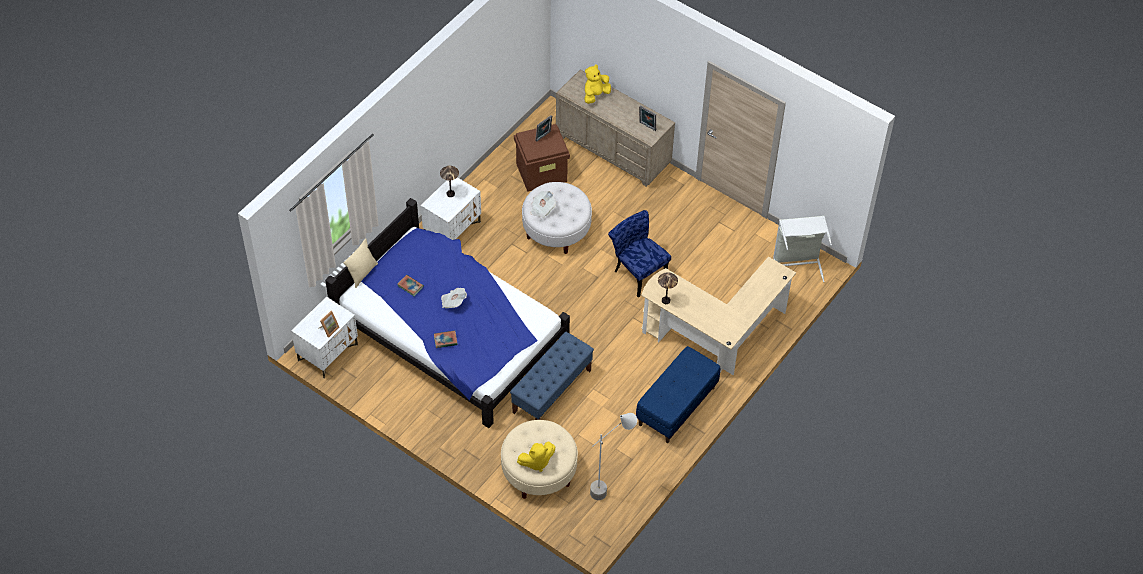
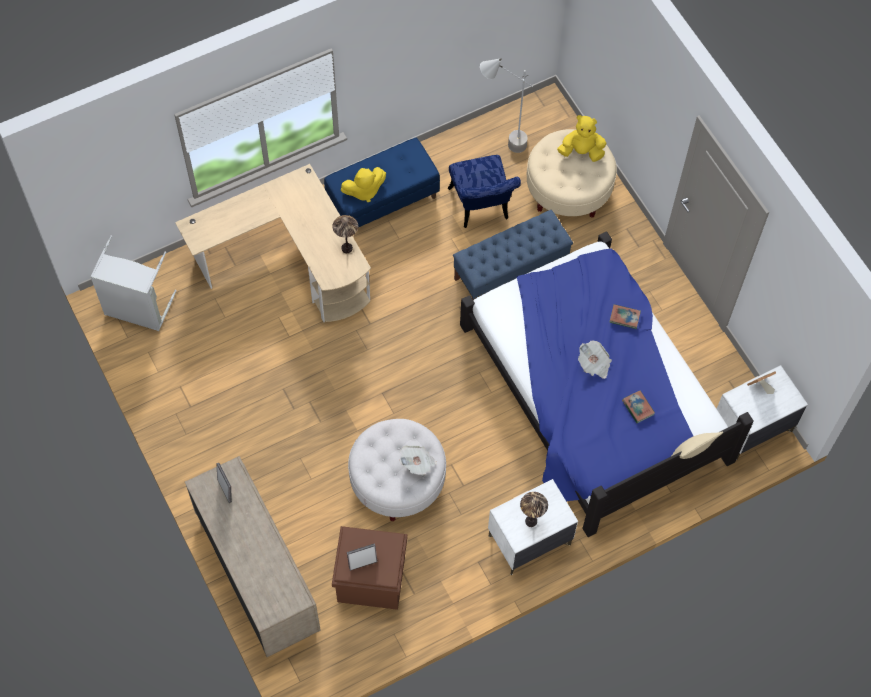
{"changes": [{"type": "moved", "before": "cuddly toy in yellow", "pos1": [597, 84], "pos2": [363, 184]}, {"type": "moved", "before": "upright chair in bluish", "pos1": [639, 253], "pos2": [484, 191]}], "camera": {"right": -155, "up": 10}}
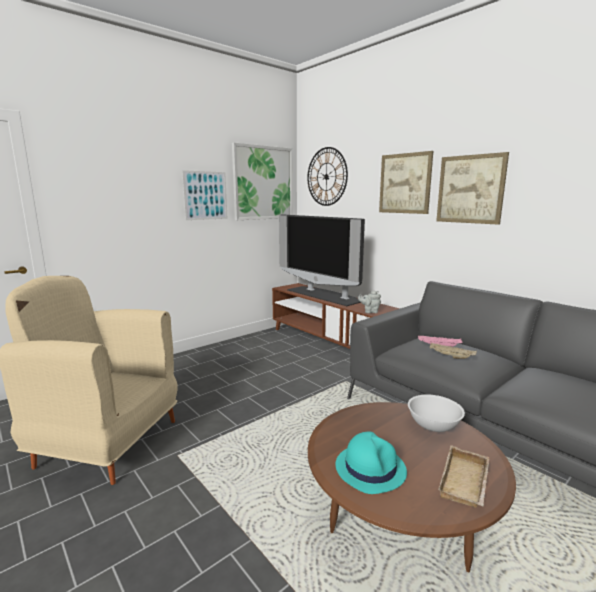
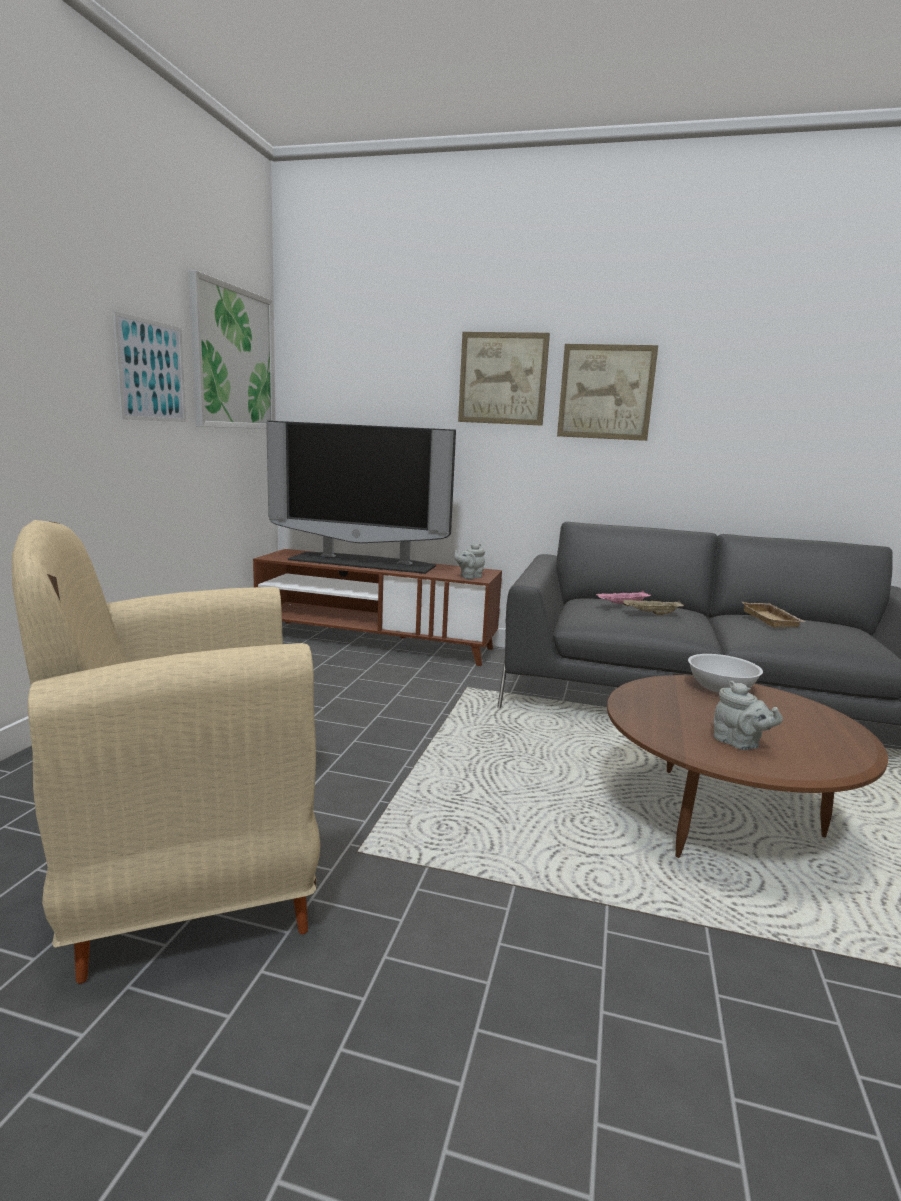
{"changes": [{"type": "replaced", "before": "wearable hat in blue-green", "after": "teapot in grey", "pos1": [371, 463], "pos2": [748, 715]}, {"type": "moved", "before": "carrying tray in beige-coloured", "pos1": [463, 476], "pos2": [773, 614]}, {"type": "removed", "before": "clock on the wall", "pos1": [327, 176]}], "camera": {"right": -35, "up": 0}}
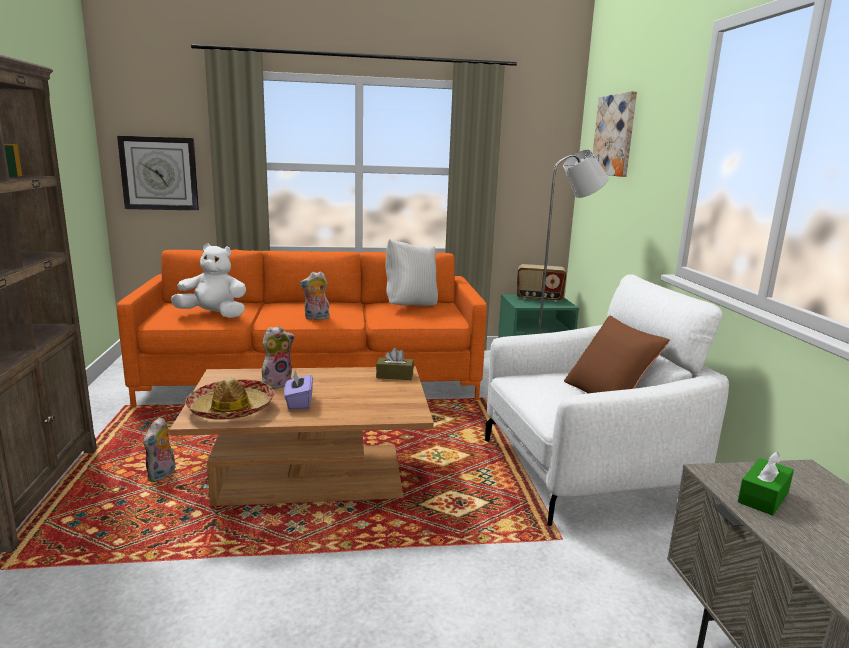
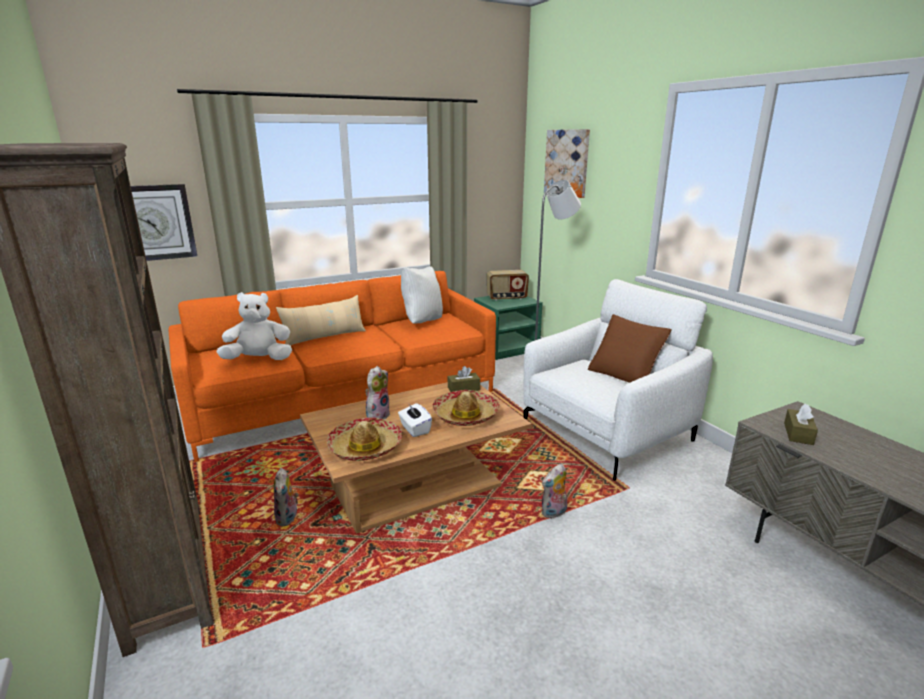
{"changes": [{"type": "added", "after": "throw pillow in beige-coloured", "pos2": [321, 320]}, {"type": "recoloured", "before": "tissue holder in purple", "after": "tissue holder in whitish", "pos1": [298, 390], "pos2": [415, 420]}, {"type": "added", "after": "wearable hat", "pos2": [466, 408]}, {"type": "moved", "before": "cuddly toy", "pos1": [315, 295], "pos2": [554, 491]}, {"type": "recoloured", "before": "tissue holder in green-coloured", "after": "tissue holder in brown-coloured", "pos1": [766, 483], "pos2": [801, 424]}], "camera": {"right": -20, "up": 5}}
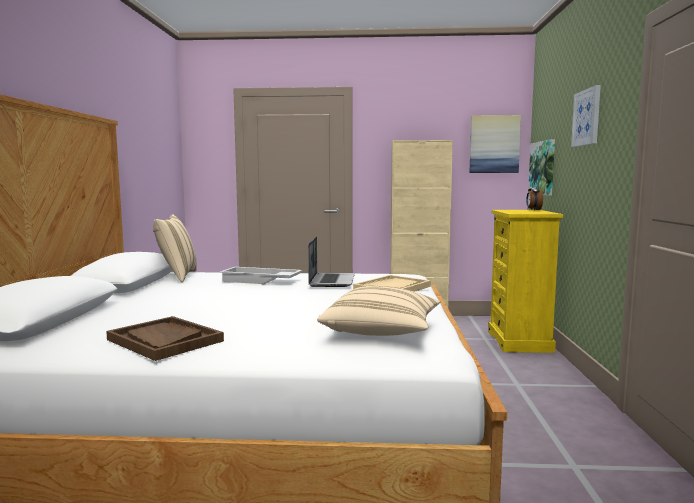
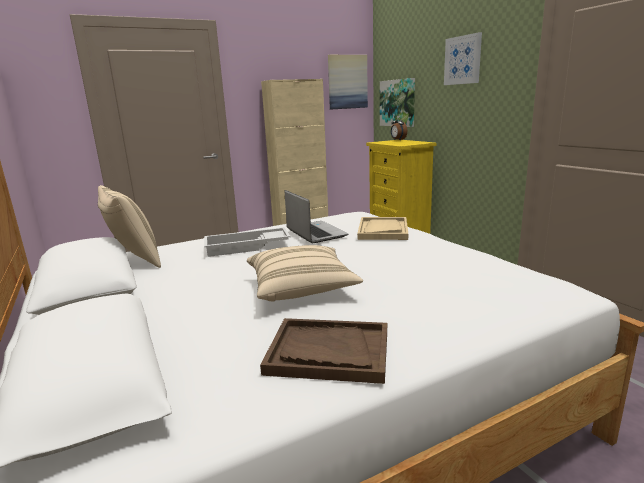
{"changes": [{"type": "moved", "before": "throw pillow in beige-coloured", "pos1": [378, 311], "pos2": [305, 273]}], "camera": {"right": -30, "up": 10}}
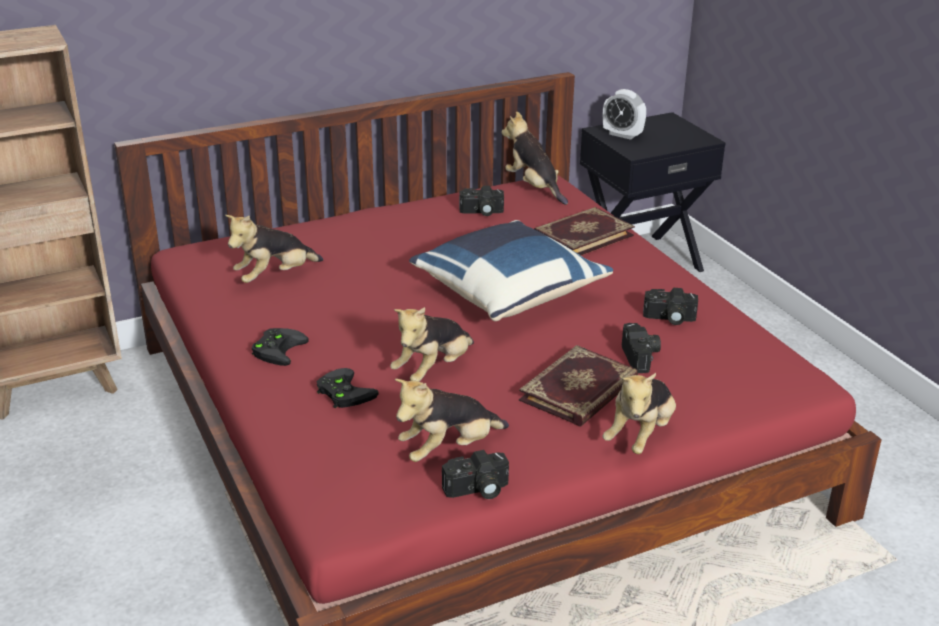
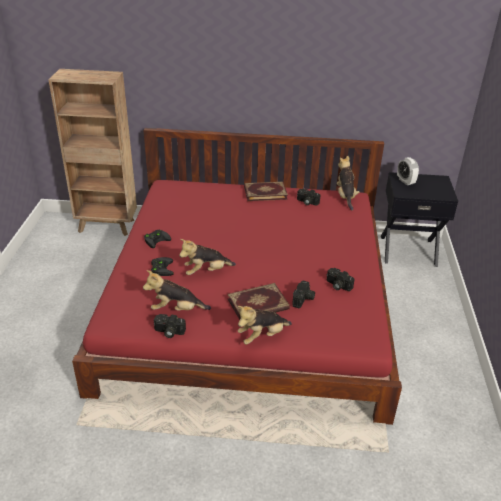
{"changes": [{"type": "moved", "before": "volume", "pos1": [584, 231], "pos2": [266, 191]}, {"type": "removed", "before": "cuddly toy", "pos1": [274, 249]}, {"type": "removed", "before": "throw pillow in bluish", "pos1": [511, 270]}], "camera": {"right": 30, "up": 5}}
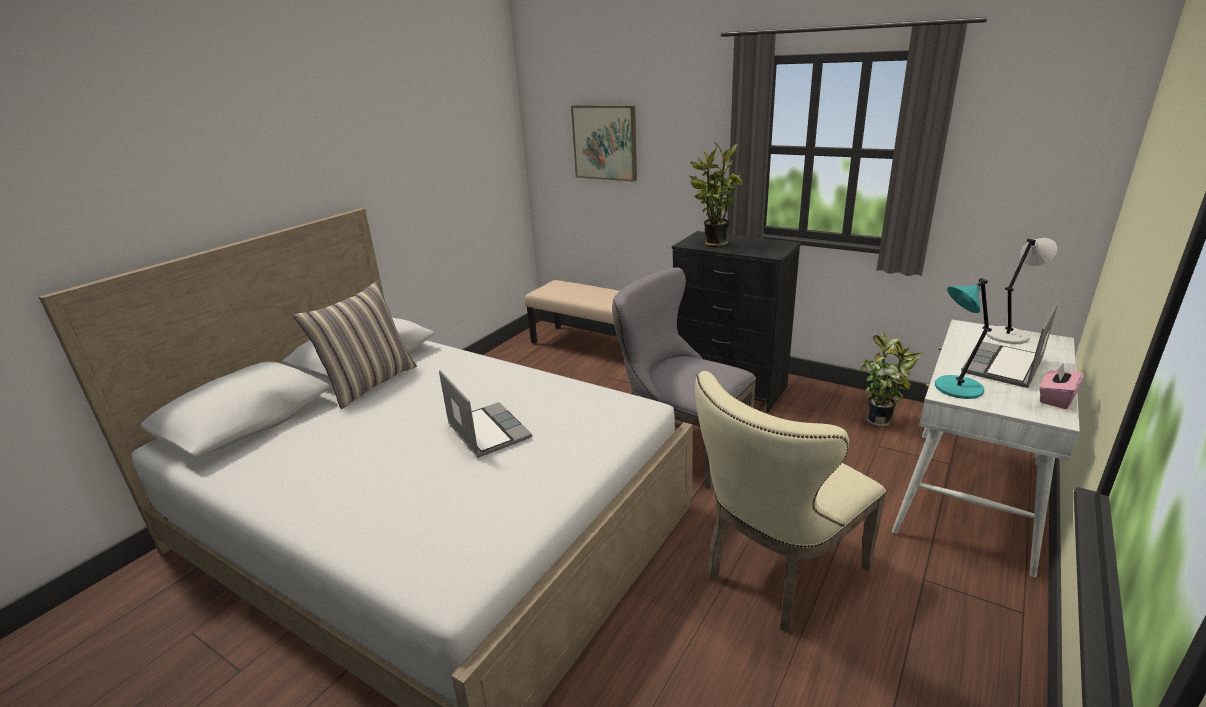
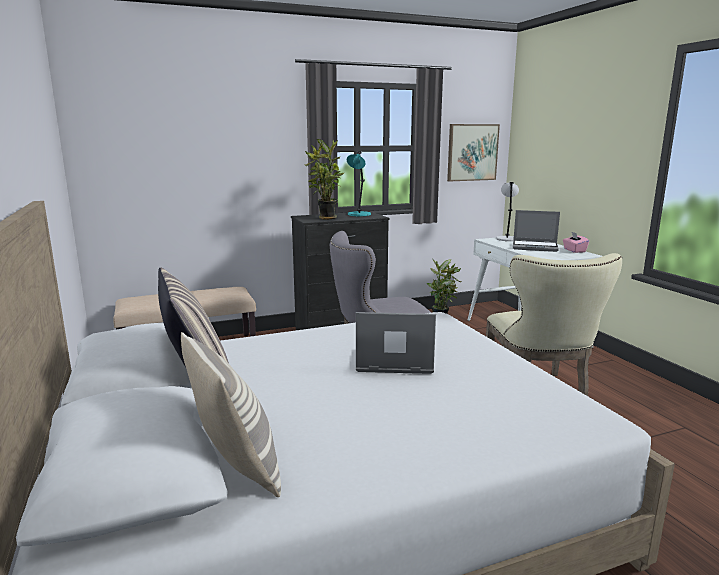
{"changes": [{"type": "added", "after": "throw pillow", "pos2": [231, 414]}, {"type": "moved", "before": "lamp for a table in blue-green", "pos1": [963, 338], "pos2": [359, 184]}, {"type": "moved", "before": "picture", "pos1": [604, 143], "pos2": [473, 153]}, {"type": "turned", "before": "notebook computer", "pos1": [1009, 345], "pos2": [536, 231], "turn": -60}], "camera": {"right": -55, "up": -10}}
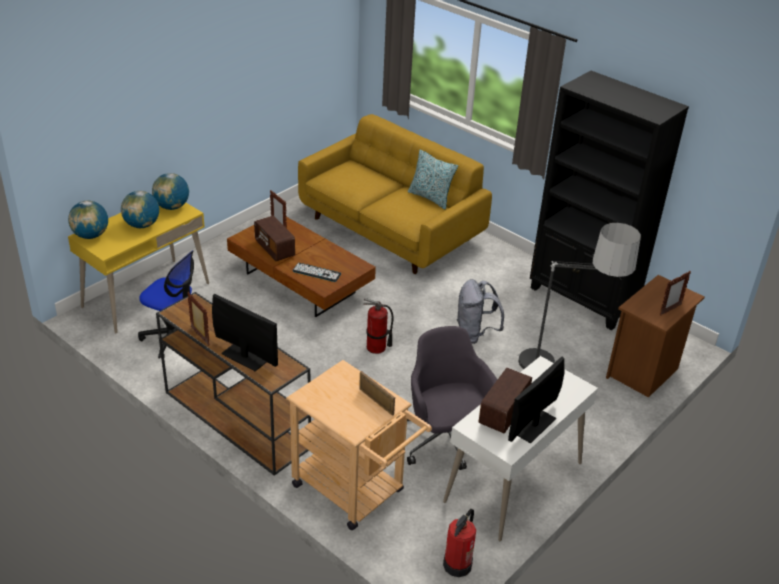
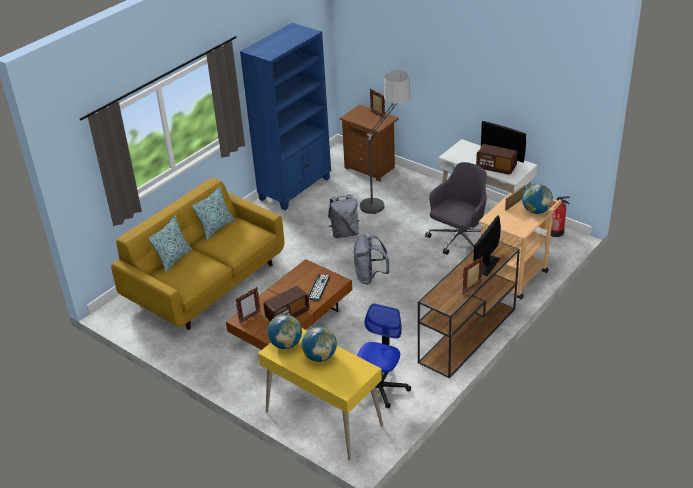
{"changes": [{"type": "added", "after": "throw pillow", "pos2": [170, 244]}, {"type": "recoloured", "before": "bookshelf in blackish", "after": "bookshelf in bluish", "pos1": [609, 200], "pos2": [285, 117]}, {"type": "replaced", "before": "fire-fighting cylinder", "after": "knapsack in grey", "pos1": [378, 326], "pos2": [372, 259]}, {"type": "turned", "before": "office chair in grey", "pos1": [452, 398], "pos2": [456, 208], "turn": 150}, {"type": "moved", "before": "globe", "pos1": [88, 220], "pos2": [537, 199]}], "camera": {"right": -90, "up": 0}}
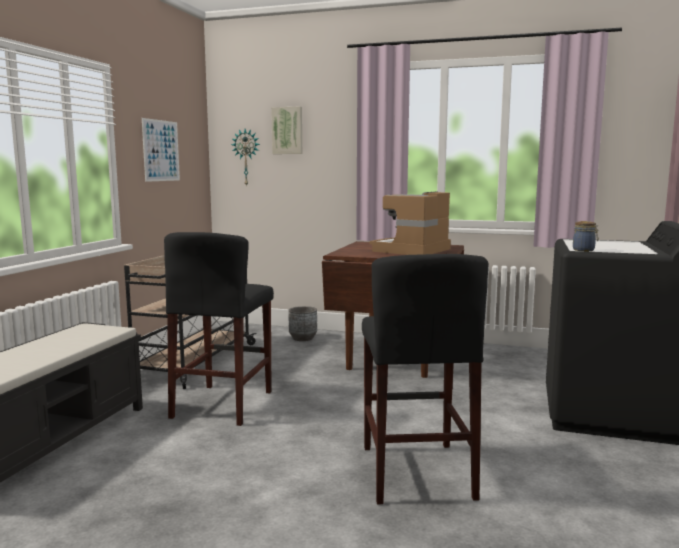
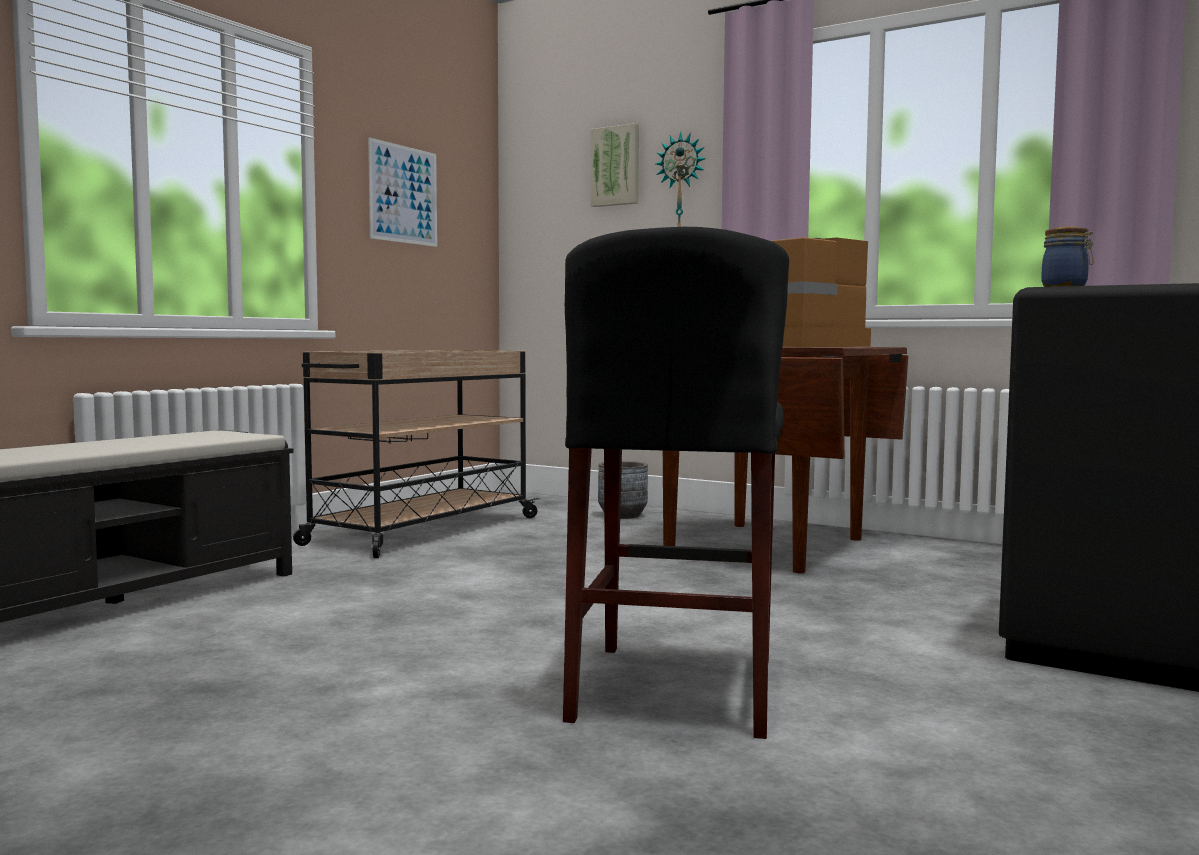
{"changes": [{"type": "moved", "before": "clock on the wall", "pos1": [245, 158], "pos2": [681, 179]}, {"type": "removed", "before": "sitting stool in blackish", "pos1": [219, 329]}], "camera": {"right": 15, "up": -5}}
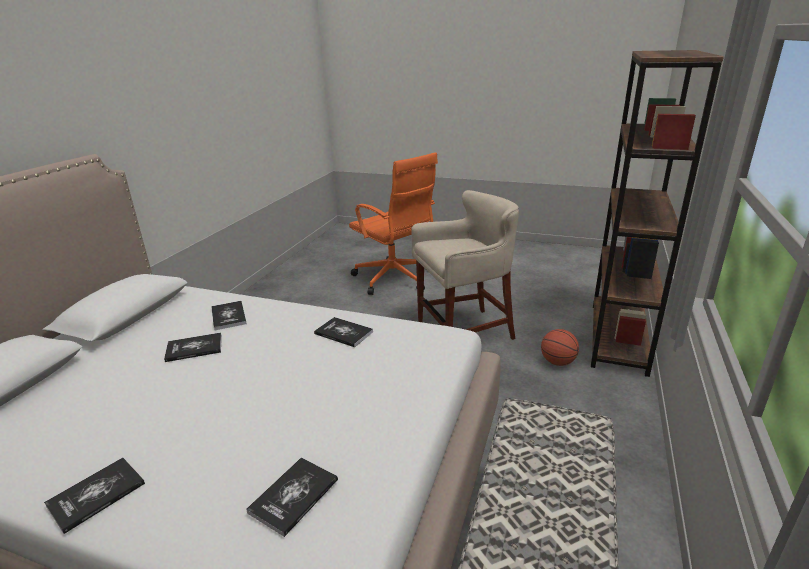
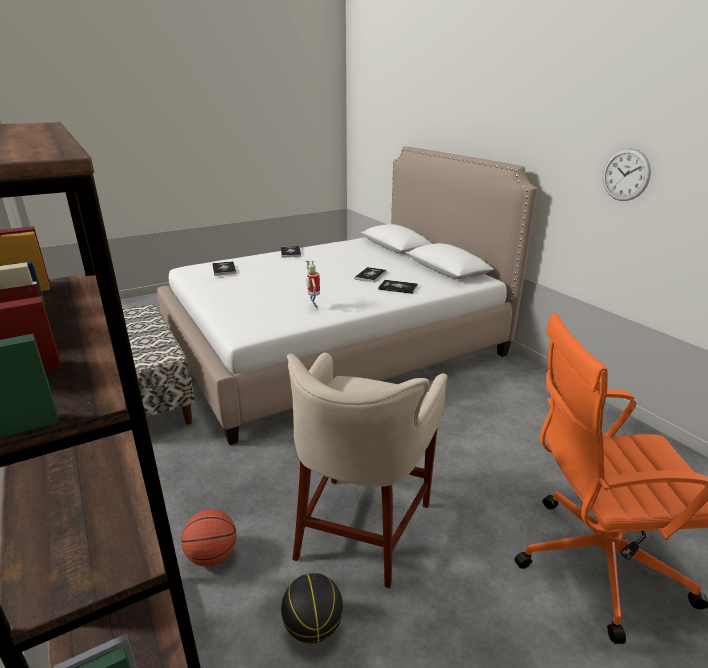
{"changes": [{"type": "added", "after": "ball for basketball", "pos2": [312, 608]}, {"type": "replaced", "before": "volume", "after": "robot figure", "pos1": [343, 332], "pos2": [312, 285]}, {"type": "added", "after": "clock on the wall", "pos2": [627, 174]}], "camera": {"right": 130, "up": 0}}
